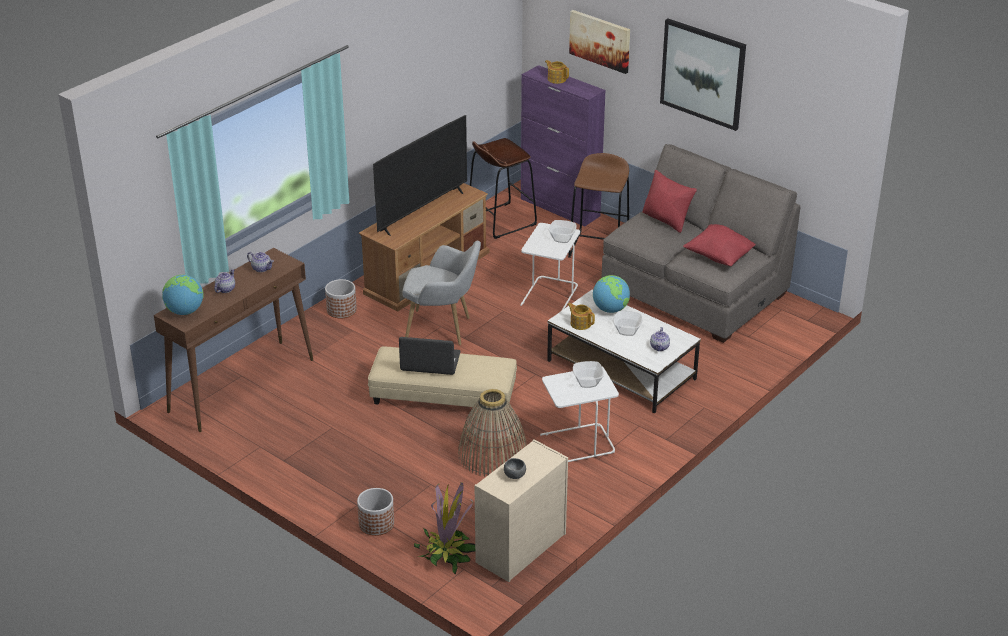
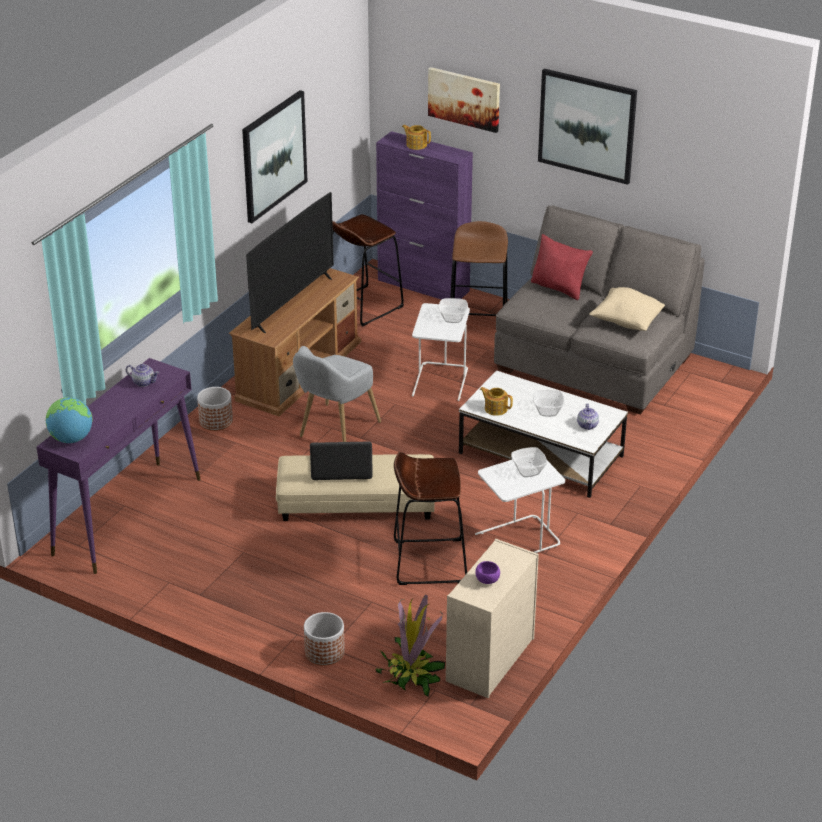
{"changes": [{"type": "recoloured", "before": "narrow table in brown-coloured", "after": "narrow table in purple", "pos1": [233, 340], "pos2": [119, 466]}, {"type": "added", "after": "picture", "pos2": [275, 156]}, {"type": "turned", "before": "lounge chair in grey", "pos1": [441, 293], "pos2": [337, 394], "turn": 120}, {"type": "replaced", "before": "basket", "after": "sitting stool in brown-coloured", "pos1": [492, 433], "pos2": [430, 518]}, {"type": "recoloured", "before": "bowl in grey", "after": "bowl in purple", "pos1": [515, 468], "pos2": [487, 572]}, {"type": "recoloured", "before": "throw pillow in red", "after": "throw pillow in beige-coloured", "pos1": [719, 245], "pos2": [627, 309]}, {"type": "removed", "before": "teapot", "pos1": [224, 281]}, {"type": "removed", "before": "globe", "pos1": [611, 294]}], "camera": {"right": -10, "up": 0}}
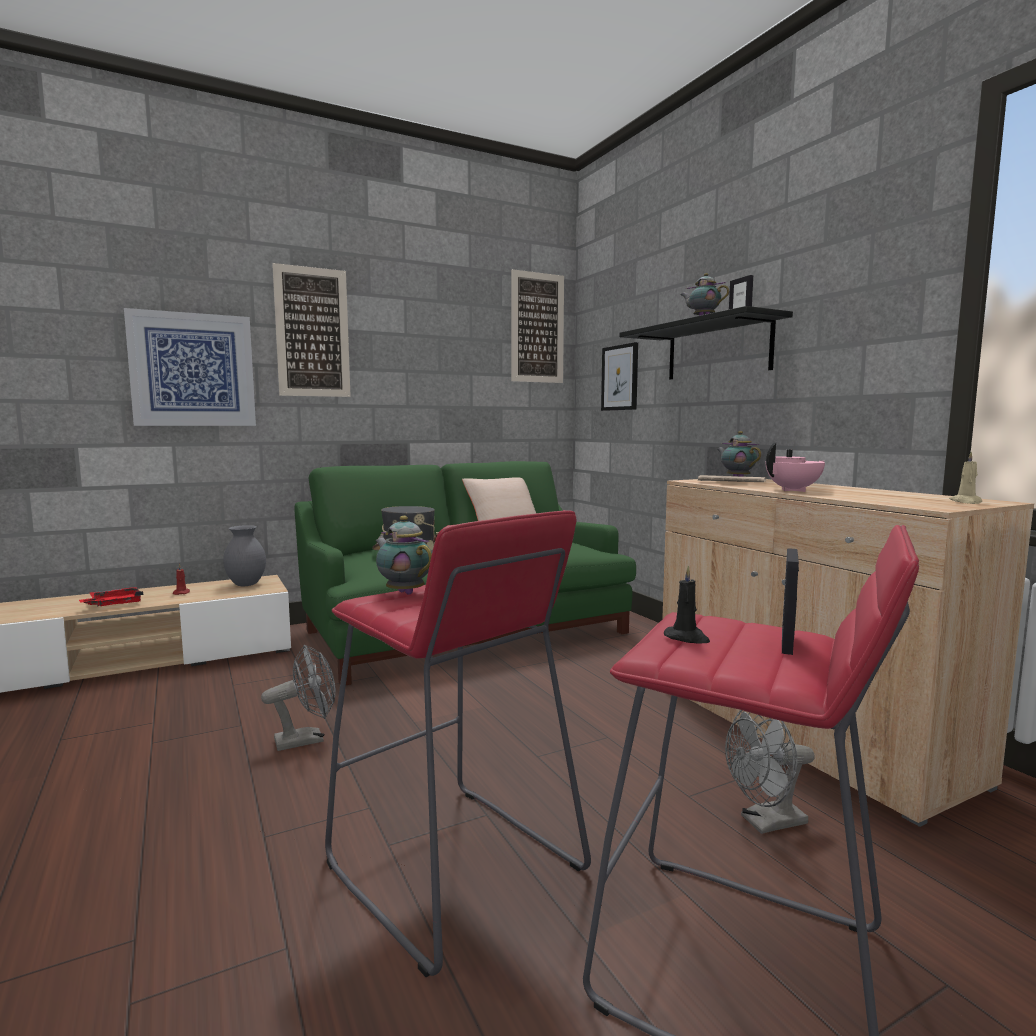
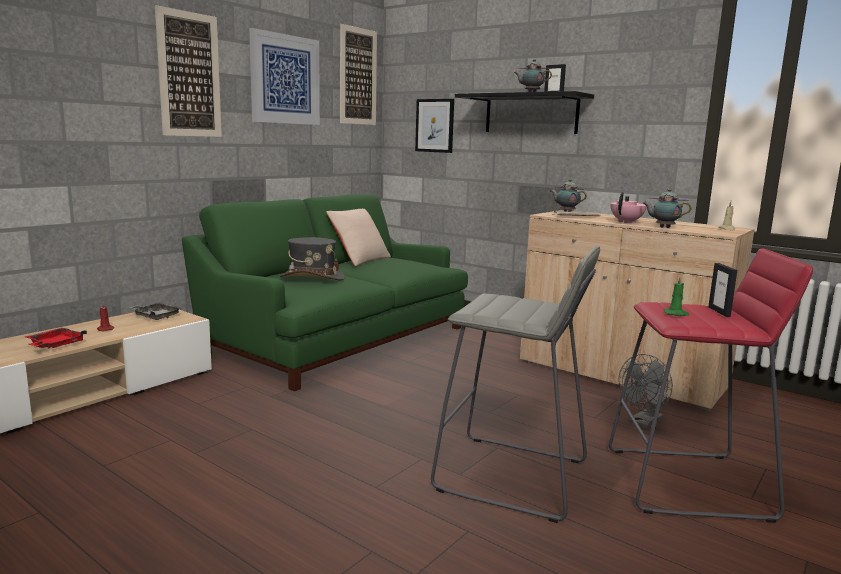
{"changes": [{"type": "replaced", "before": "decorative vase in grey", "after": "carrying tray in grey", "pos1": [244, 555], "pos2": [155, 311]}, {"type": "moved", "before": "picture", "pos1": [190, 367], "pos2": [284, 76]}, {"type": "recoloured", "before": "sitting stool in red", "after": "sitting stool in grey", "pos1": [458, 743], "pos2": [515, 384]}, {"type": "moved", "before": "teapot", "pos1": [403, 555], "pos2": [667, 208]}, {"type": "recoloured", "before": "wax candle in blackish", "after": "wax candle in green-coloured", "pos1": [687, 604], "pos2": [677, 295]}, {"type": "removed", "before": "electric fan in grey", "pos1": [298, 698]}], "camera": {"right": -25, "up": 5}}
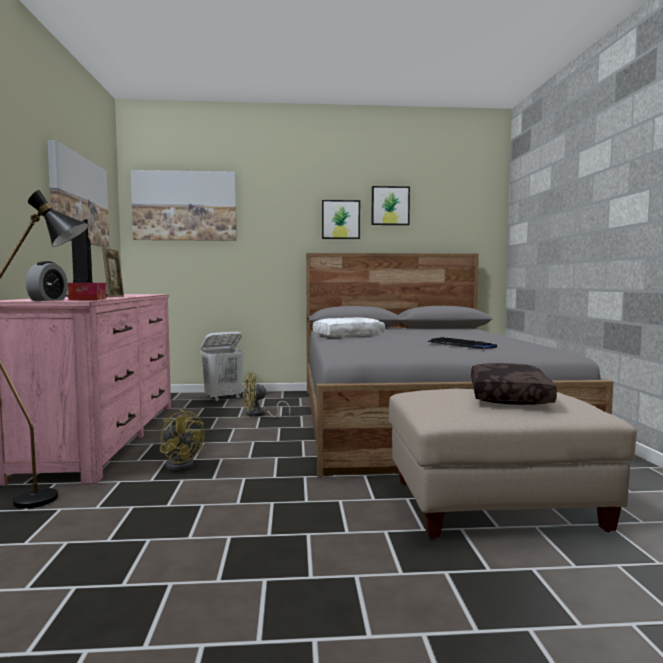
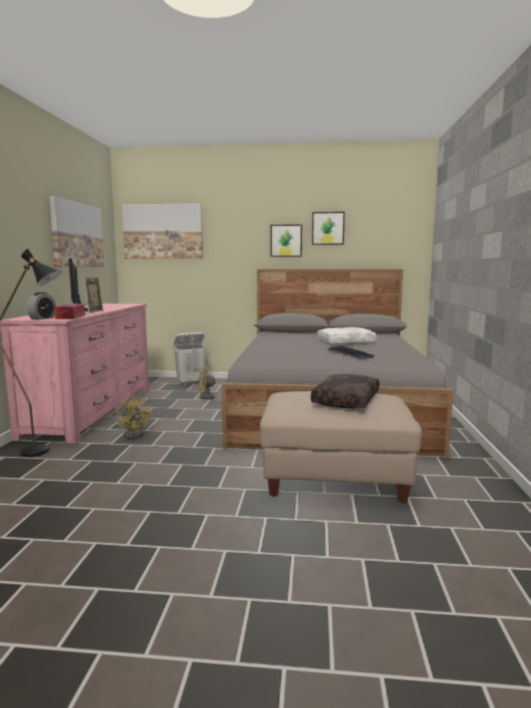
{"changes": [{"type": "moved", "before": "throw pillow in whitish", "pos1": [349, 327], "pos2": [346, 336]}], "camera": {"right": 10, "up": 5}}
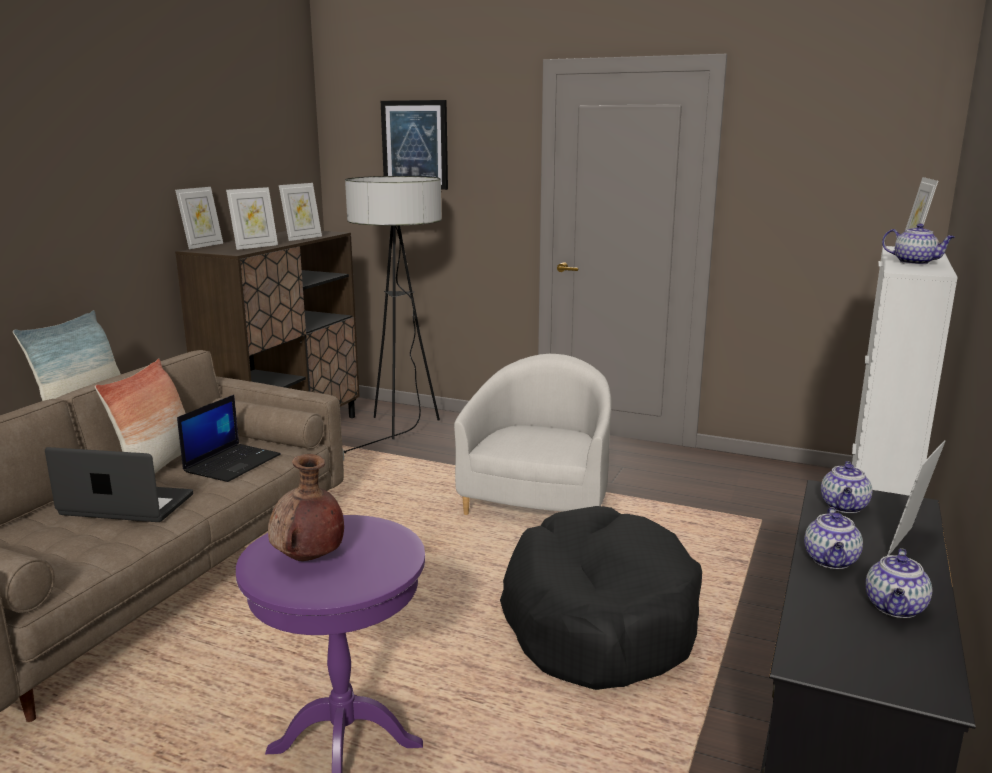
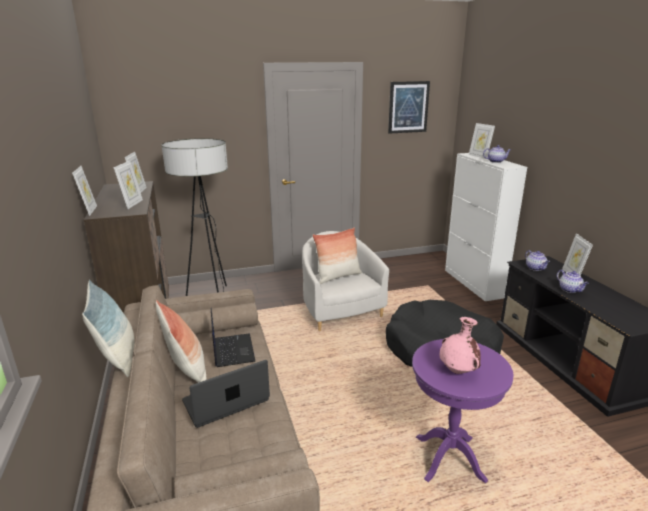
{"changes": [{"type": "added", "after": "throw pillow", "pos2": [337, 255]}, {"type": "moved", "before": "picture", "pos1": [414, 145], "pos2": [409, 107]}, {"type": "recoloured", "before": "decorative vase in brown-coloured", "after": "decorative vase in pink-coloured", "pos1": [306, 507], "pos2": [460, 345]}, {"type": "removed", "before": "teapot", "pos1": [899, 583]}], "camera": {"right": -40, "up": 5}}
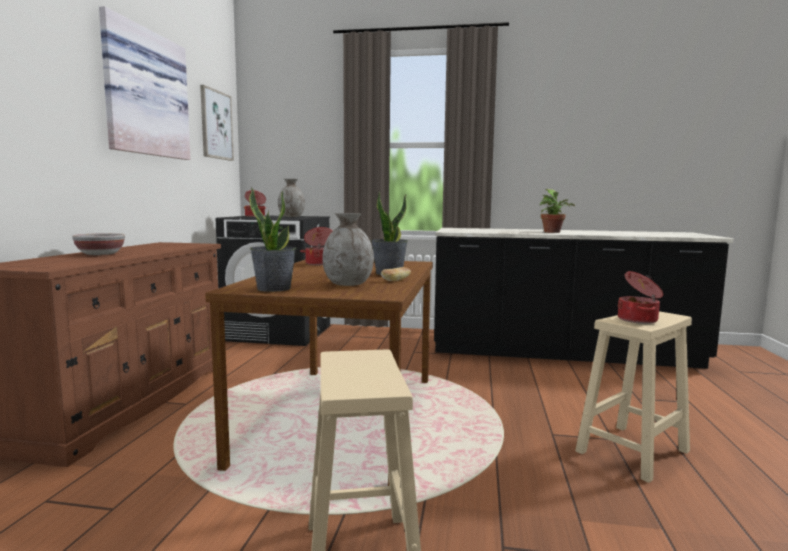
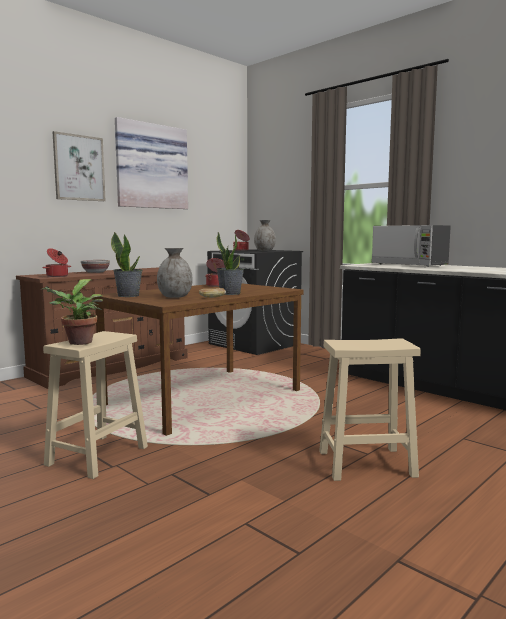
{"changes": [{"type": "moved", "before": "plant in a pot", "pos1": [557, 211], "pos2": [71, 312]}, {"type": "moved", "before": "saucepot", "pos1": [640, 297], "pos2": [56, 262]}, {"type": "moved", "before": "picture", "pos1": [217, 123], "pos2": [79, 166]}, {"type": "added", "after": "microwave", "pos2": [411, 246]}], "camera": {"right": 35, "up": 0}}
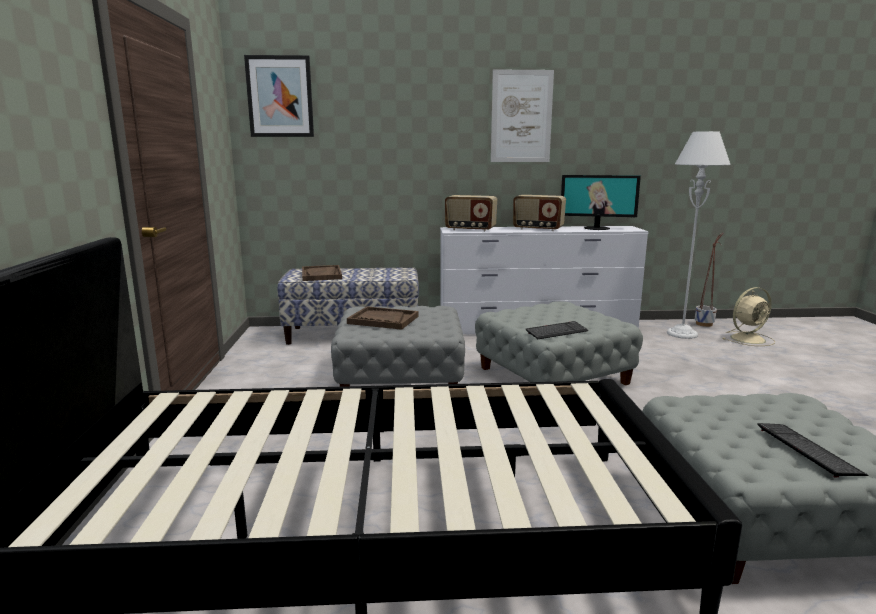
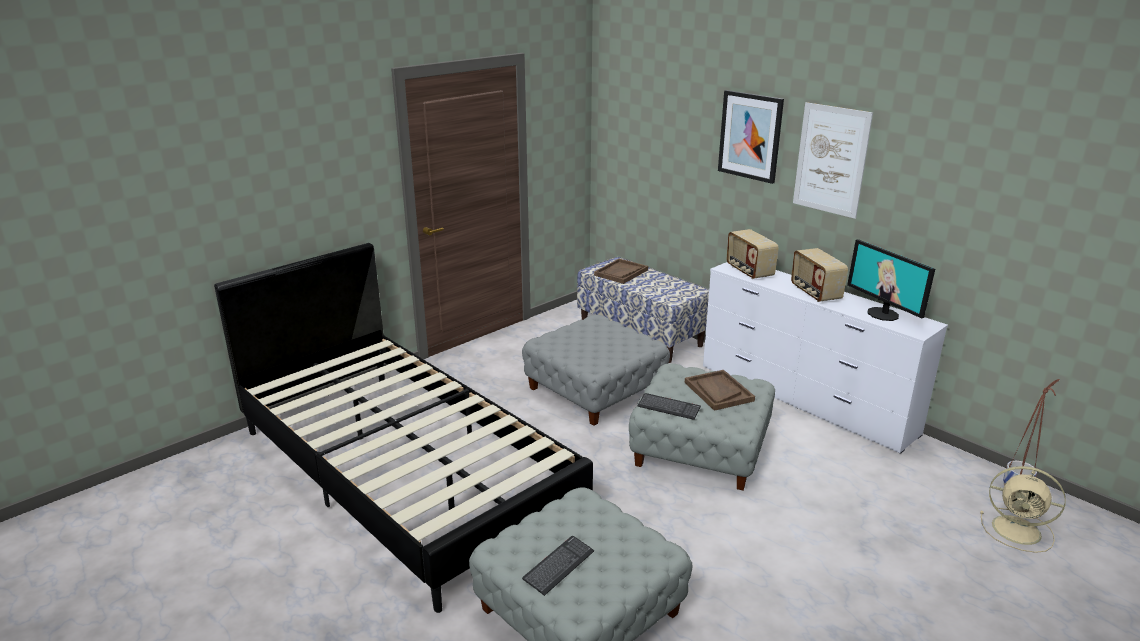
{"changes": [{"type": "moved", "before": "carrying tray in brown-coloured", "pos1": [383, 318], "pos2": [720, 390]}, {"type": "moved", "before": "picture", "pos1": [279, 96], "pos2": [751, 137]}, {"type": "removed", "before": "standard lamp in grey", "pos1": [699, 235]}], "camera": {"right": 50, "up": 10}}
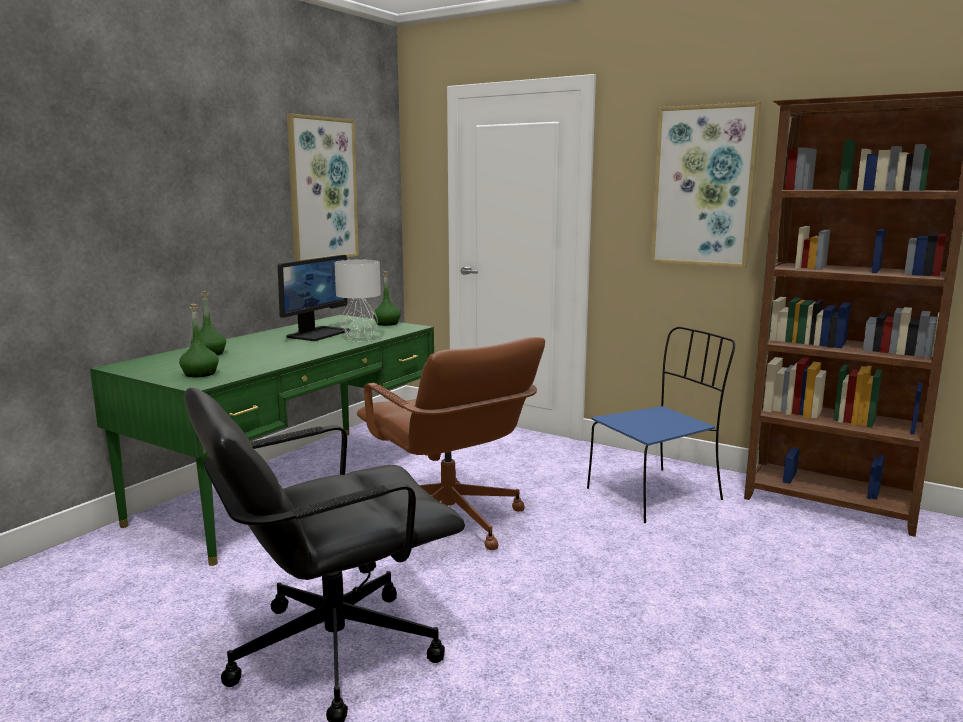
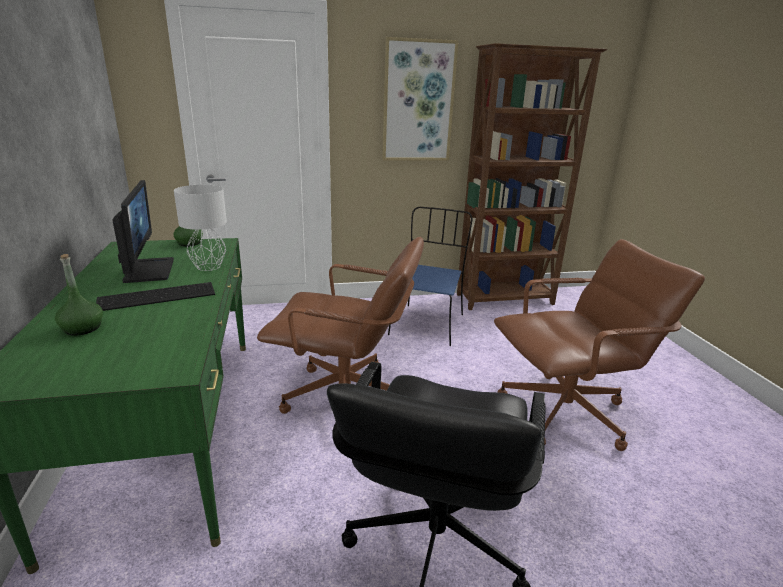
{"changes": [{"type": "added", "after": "PC keyboard", "pos2": [155, 296]}, {"type": "added", "after": "office chair in brown-coloured", "pos2": [599, 345]}, {"type": "removed", "before": "beverage bottle in green-coloured", "pos1": [199, 340]}, {"type": "removed", "before": "picture", "pos1": [323, 187]}], "camera": {"right": -45, "up": 10}}
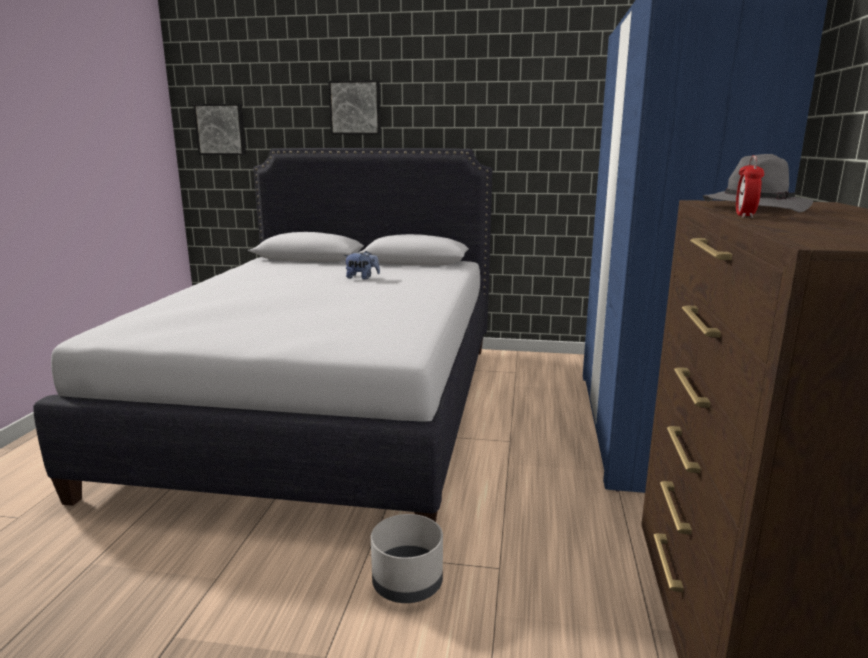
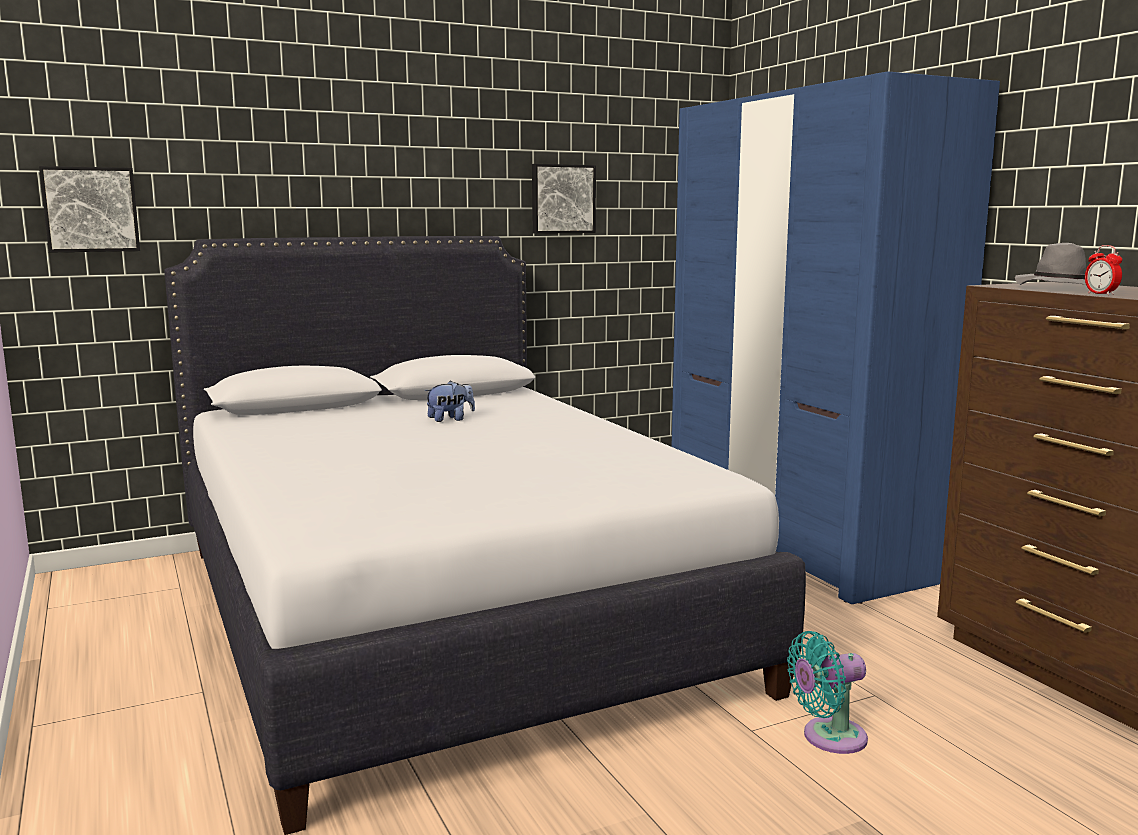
{"changes": [{"type": "moved", "before": "picture", "pos1": [354, 107], "pos2": [564, 199]}, {"type": "replaced", "before": "plant pot in grey", "after": "electric fan in blue-green", "pos1": [407, 558], "pos2": [827, 692]}], "camera": {"right": -35, "up": -5}}
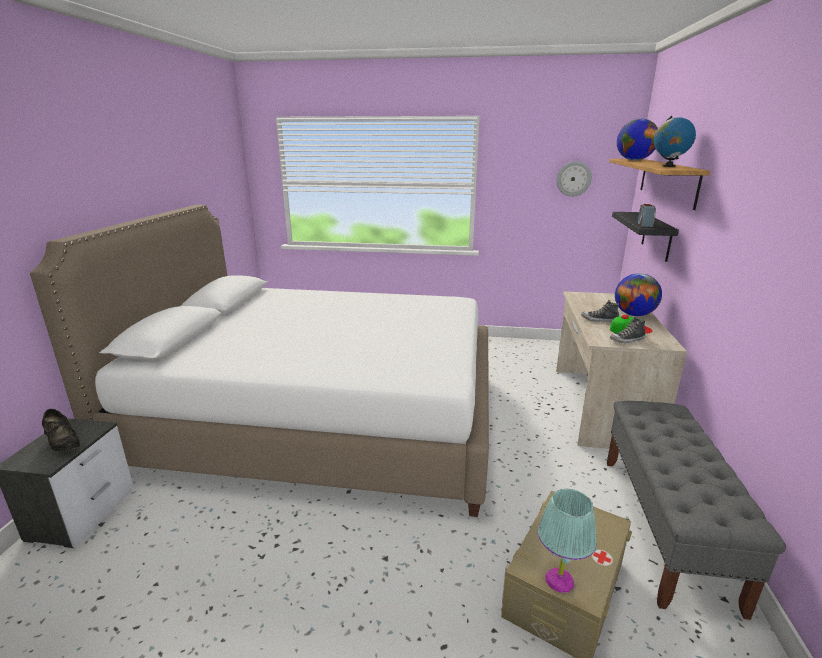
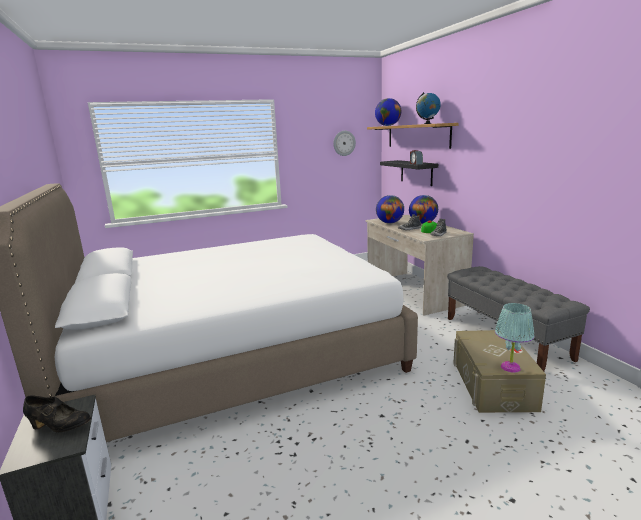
{"changes": [{"type": "added", "after": "globe", "pos2": [390, 209]}], "camera": {"right": -30, "up": -5}}
